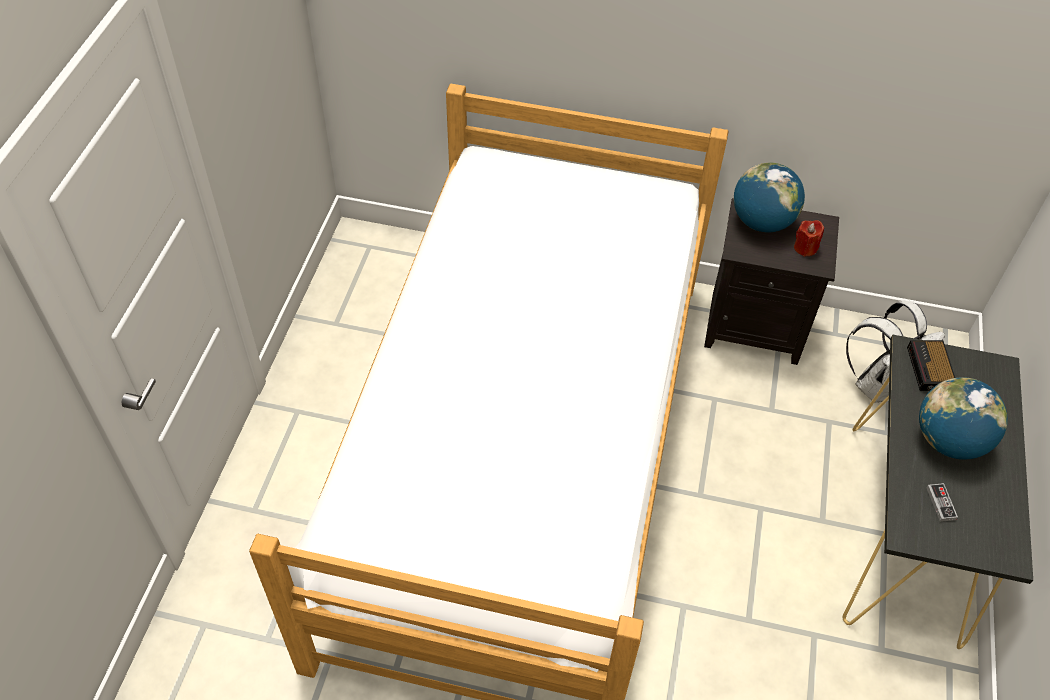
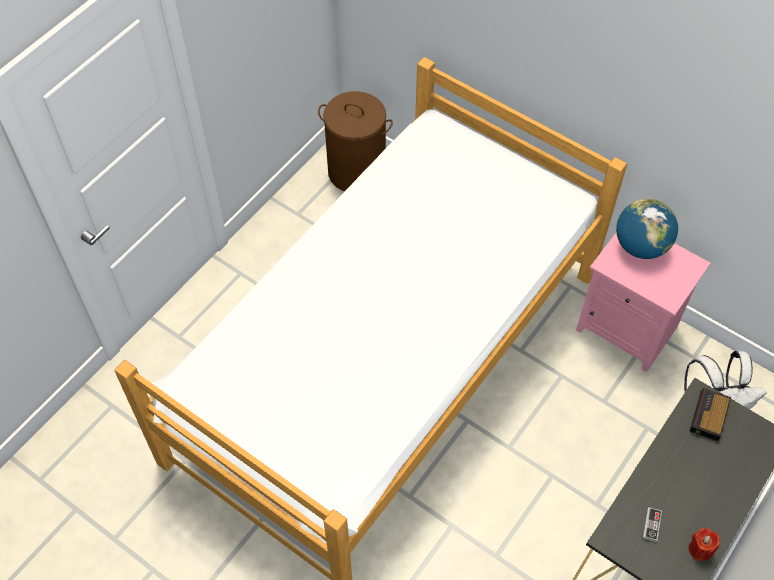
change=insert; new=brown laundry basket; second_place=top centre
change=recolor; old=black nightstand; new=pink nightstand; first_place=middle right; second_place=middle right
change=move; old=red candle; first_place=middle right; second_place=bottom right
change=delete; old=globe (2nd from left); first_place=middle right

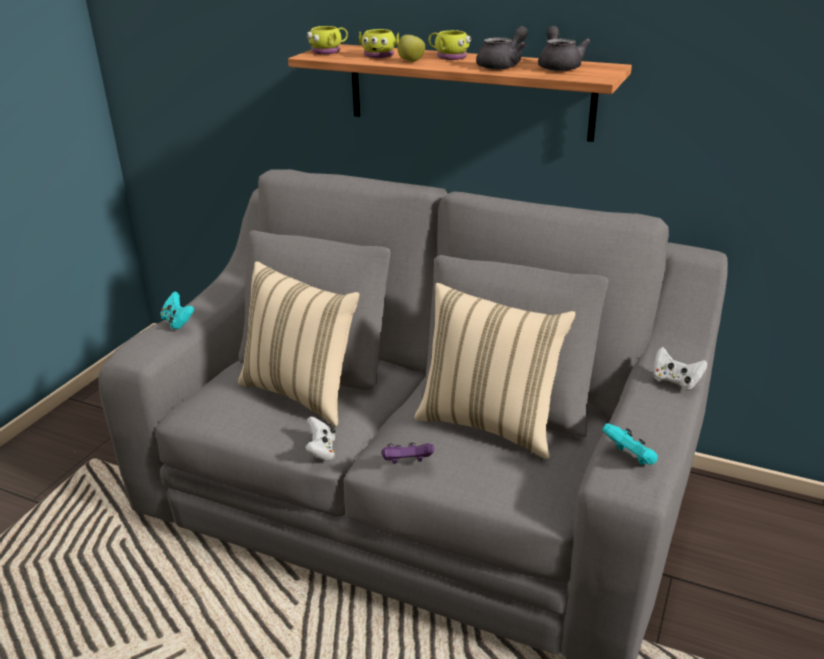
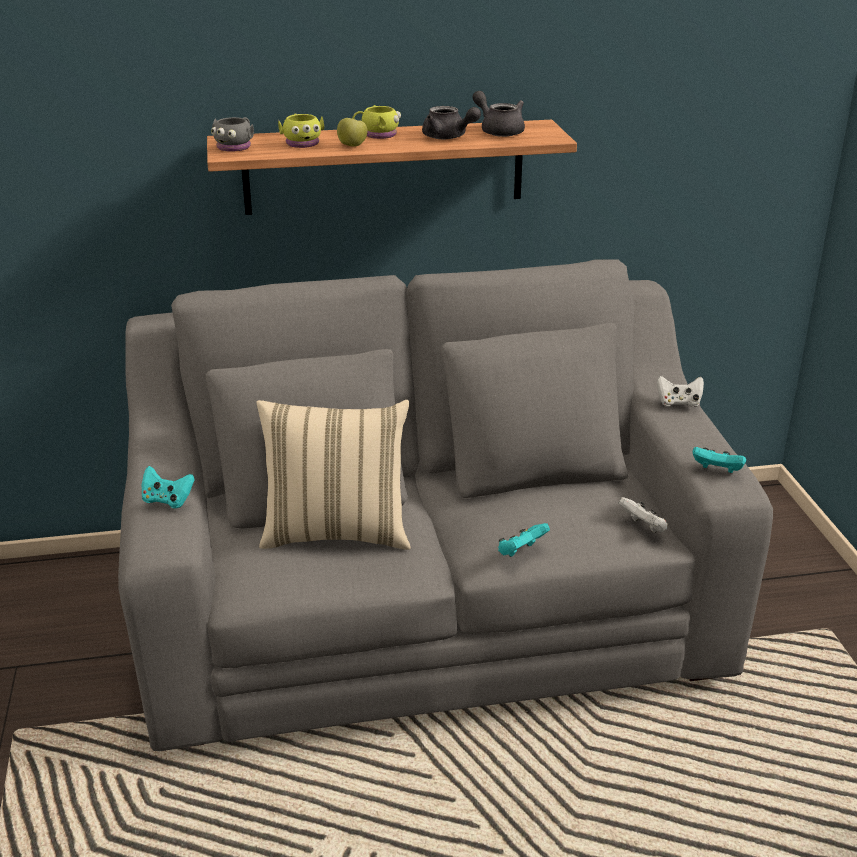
change=recolor; old=yellow mug (1st from left); new=grey mug; first_place=top centre; second_place=top left
change=rotate; old=grey teapot (1st from left); first_place=top centre; second_place=top centre; degrees=120
change=recolor; old=purple game controller; new=turquoise game controller (2nd from left); first_place=bottom centre; second_place=centre
change=move; old=white game controller (1st from left); first_place=centre; second_place=middle right
change=delete; old=beige pillow (2nd from left); first_place=centre

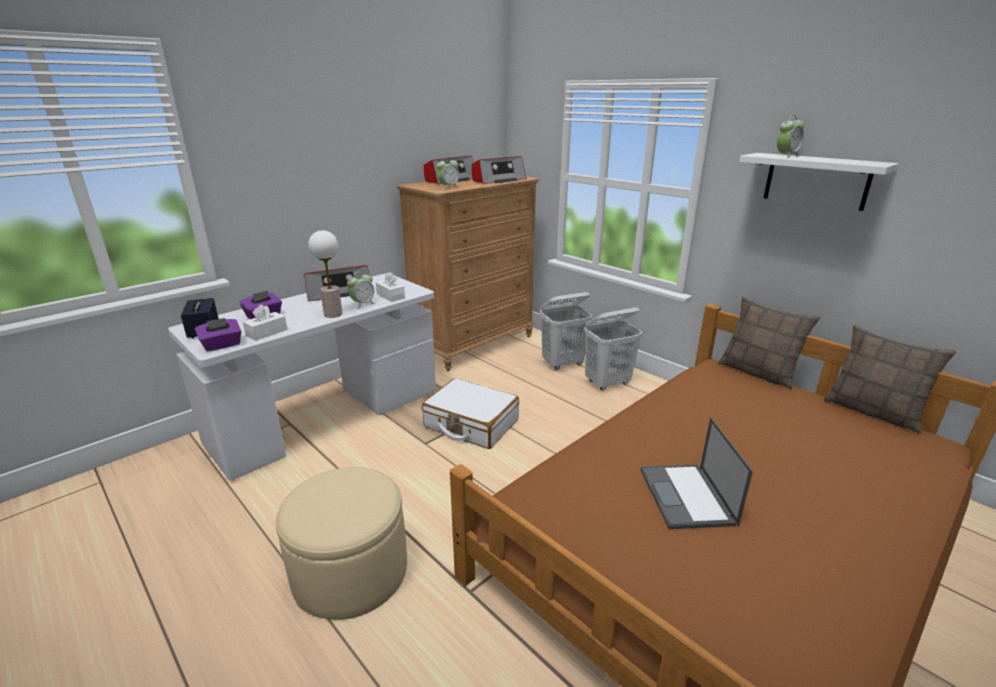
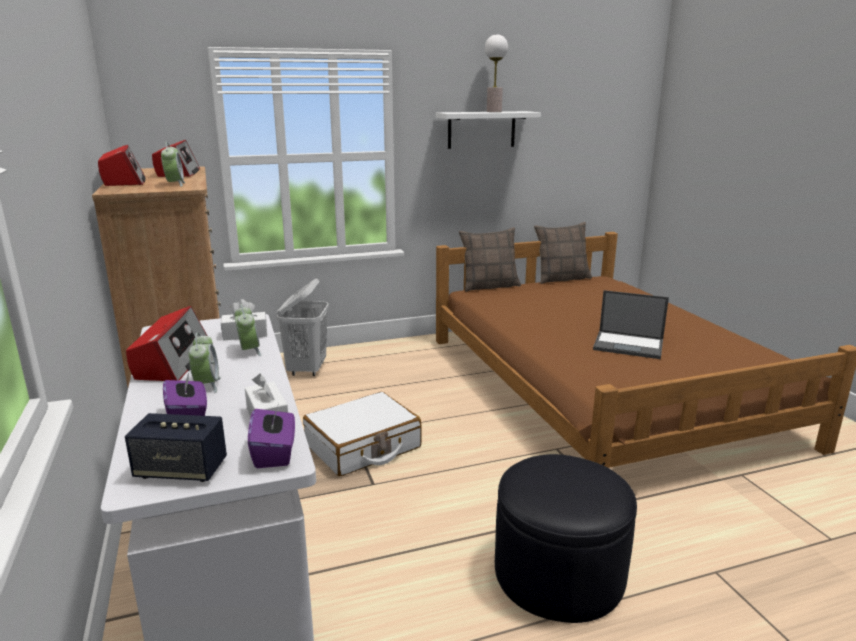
change=move; old=alarm clock (3rd from left in the first image); new=alarm clock (2nd from left); first_place=top right; second_place=middle left
change=move; old=table lamp; first_place=middle left; second_place=top centre
change=recolor; old=beige ottoman; new=black ottoman; first_place=bottom centre; second_place=bottom centre
change=delete; old=white laundry basket (2nd from left); first_place=centre

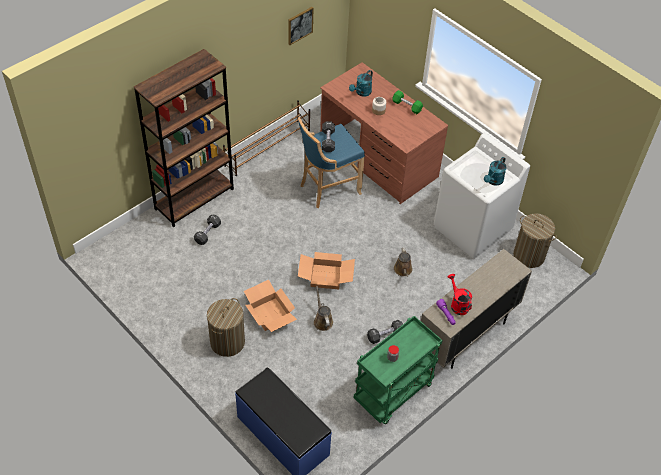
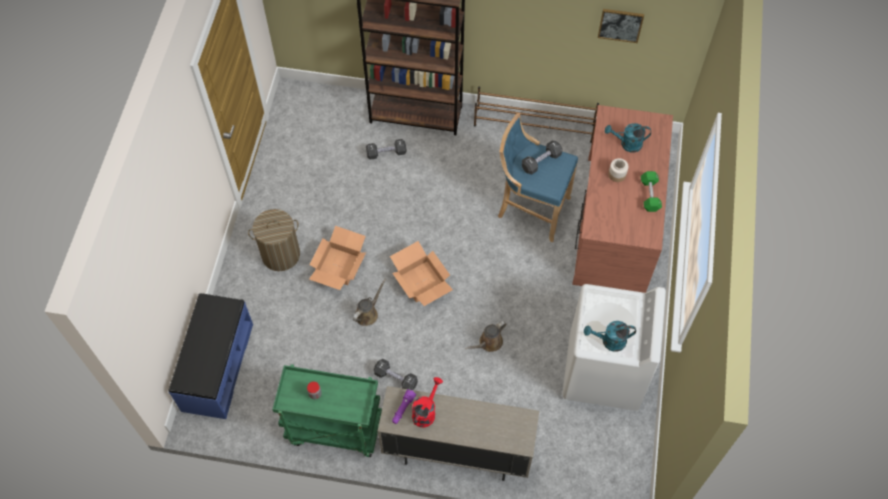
change=delete; old=laundry basket (2nd from left); first_place=middle right

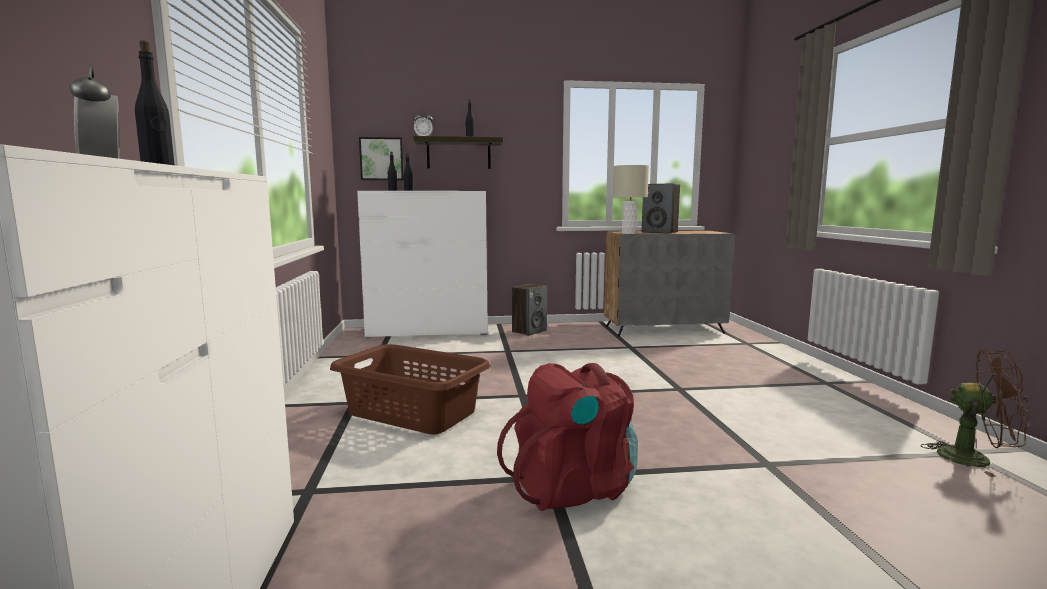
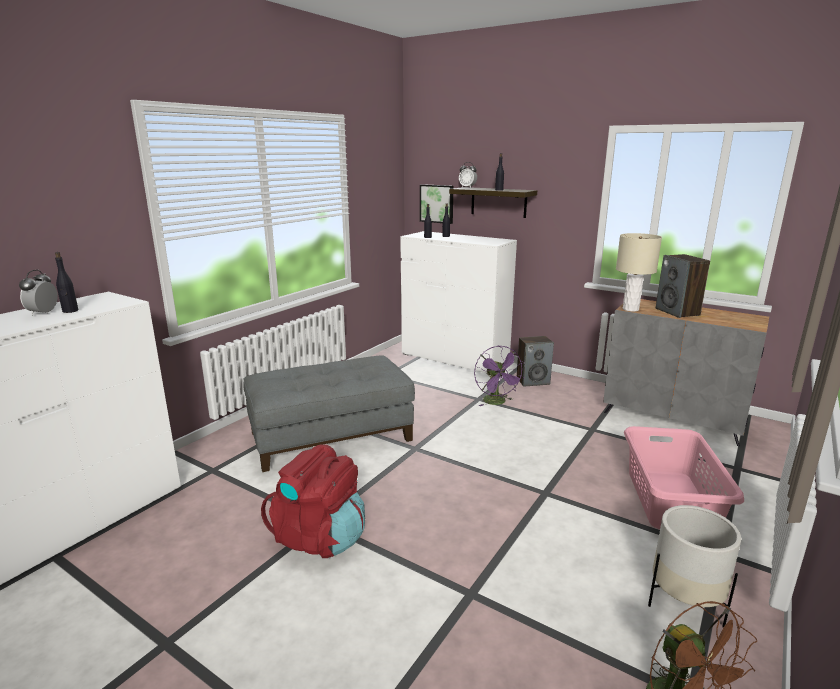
change=replace; old=brown laundry basket; new=grey ottoman; first_place=centre; second_place=centre
change=insert; new=purple fan; second_place=centre
change=insert; new=pink laundry basket; second_place=bottom right
change=insert; new=white planter; second_place=bottom right

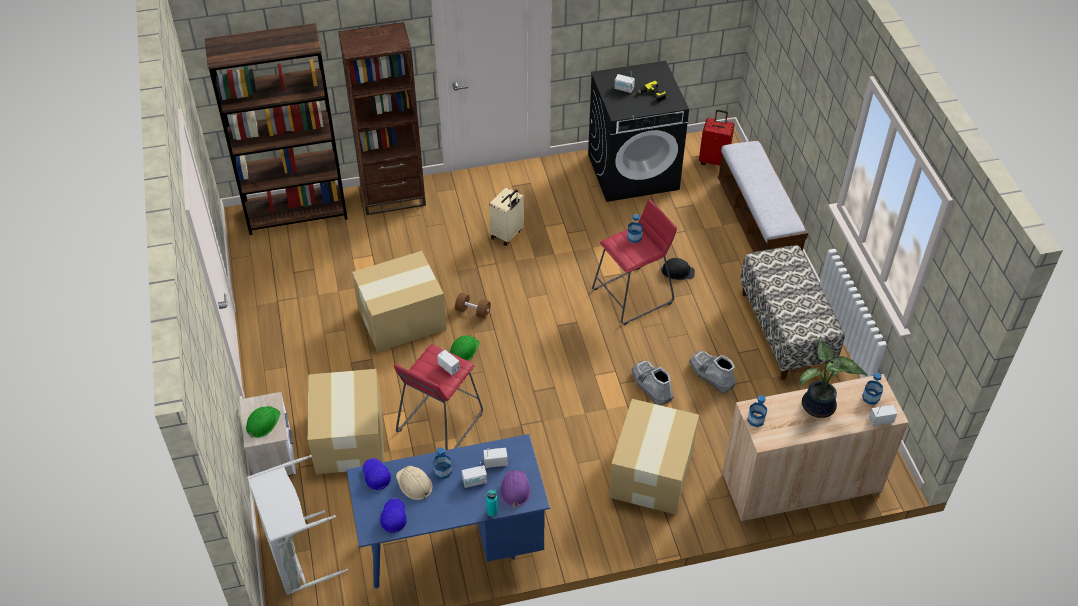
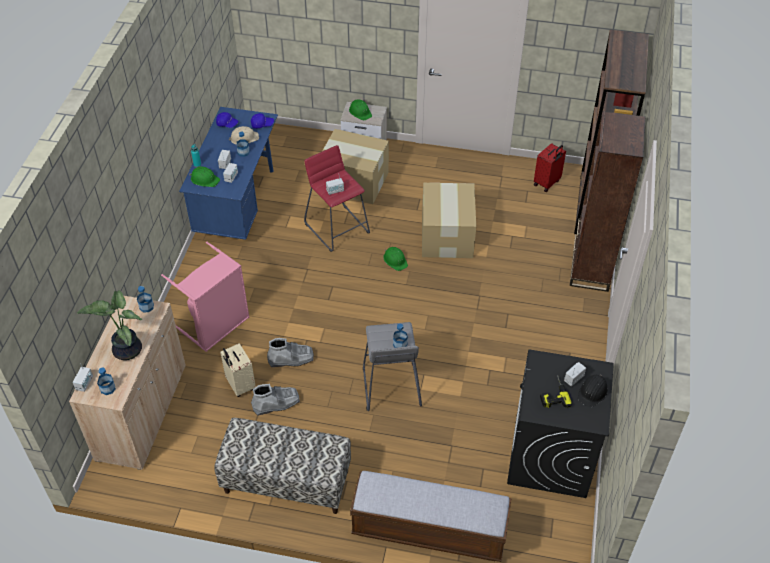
change=replace; old=cardboard box (3rd from left); new=pink laundry basket; first_place=bottom centre; second_place=middle left
change=recolor; old=purple hard hat; new=green hard hat (1st from left); first_place=bottom centre; second_place=top left
change=move; old=beige suitcase; first_place=centre; second_place=middle left
change=recolor; old=red stool (2nd from left); new=grey stool; first_place=centre; second_place=centre
change=move; old=red suitcase; first_place=top centre; second_place=top right
change=move; old=black hard hat; first_place=centre; second_place=bottom right
change=delete; old=grey laundry basket; first_place=bottom left
change=delete; old=brown dumbbell; first_place=centre

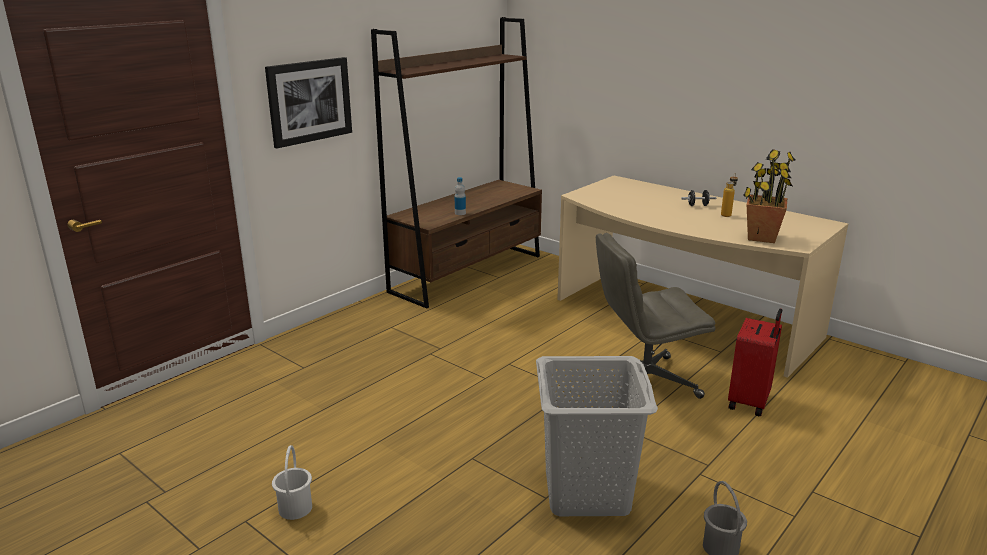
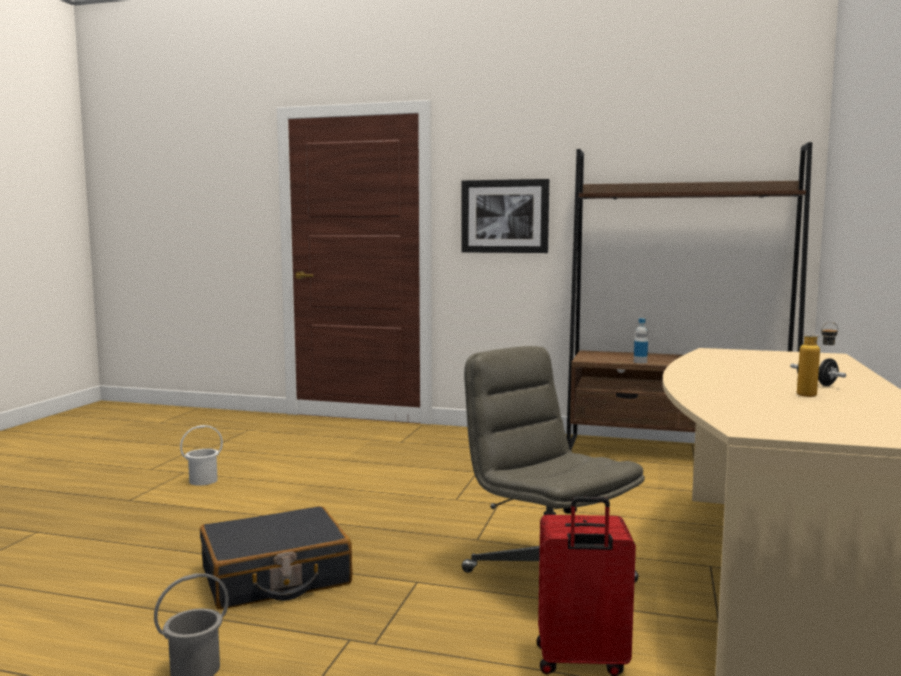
change=replace; old=grey laundry basket; new=black suitcase; first_place=bottom centre; second_place=bottom left
change=delete; old=potted plant; first_place=middle right

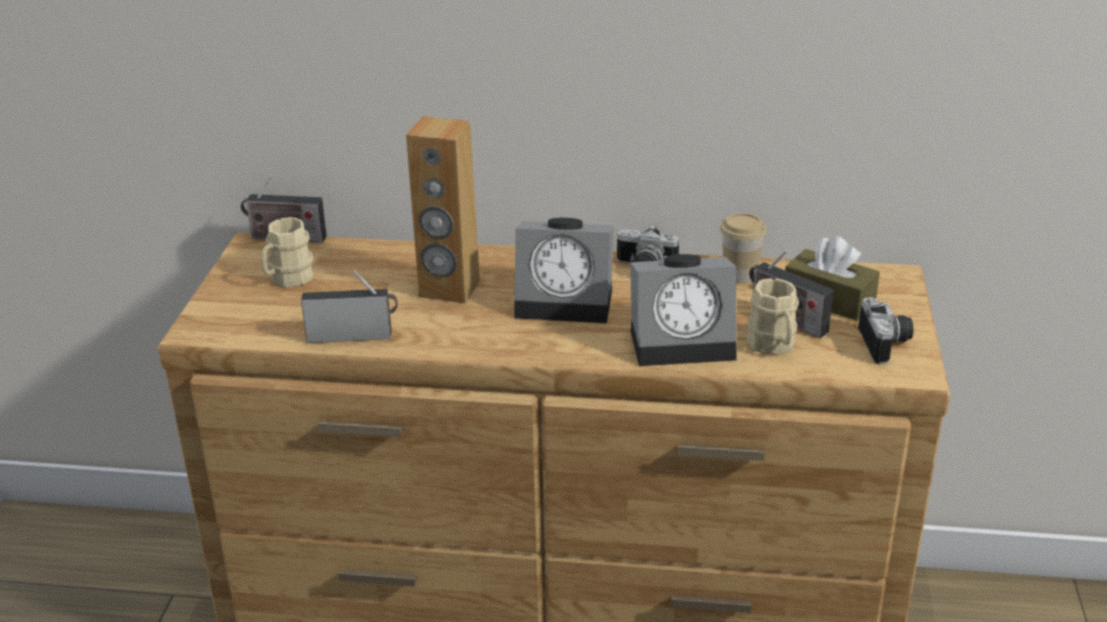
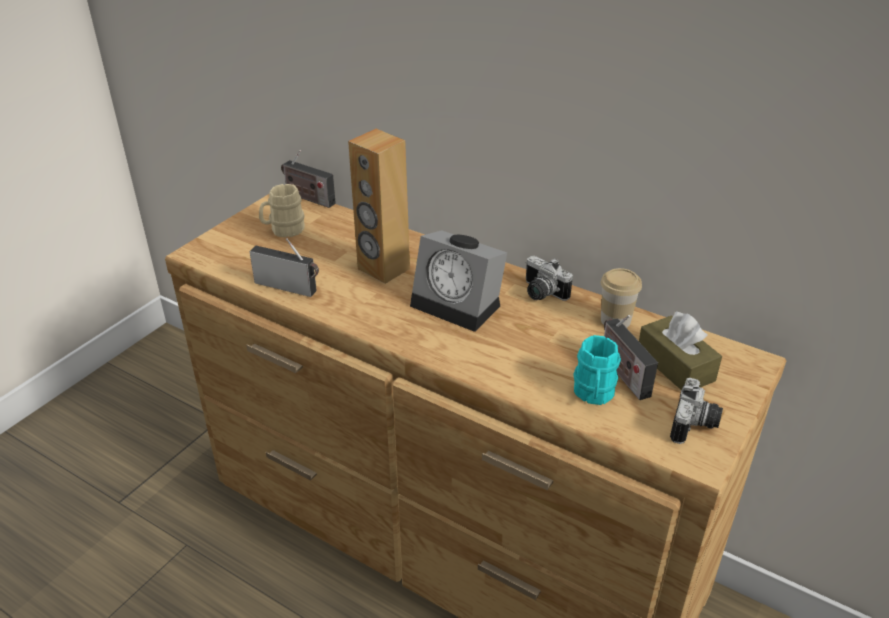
change=recolor; old=beige mug (2nd from left); new=turquoise mug; first_place=middle right; second_place=middle right
change=delete; old=alarm clock (2nd from left); first_place=centre

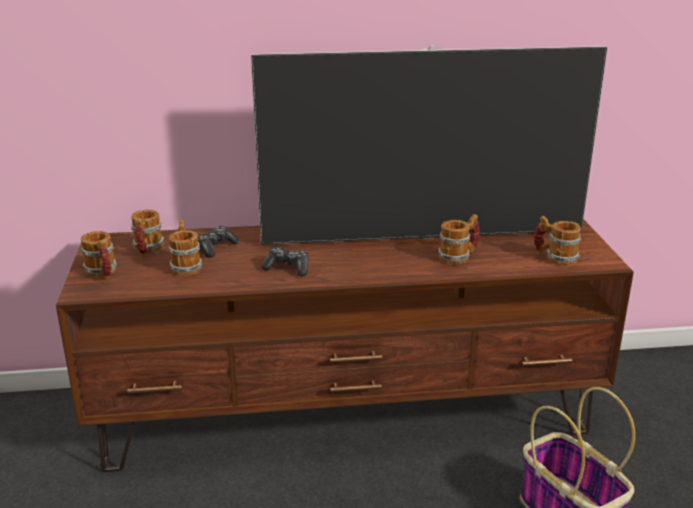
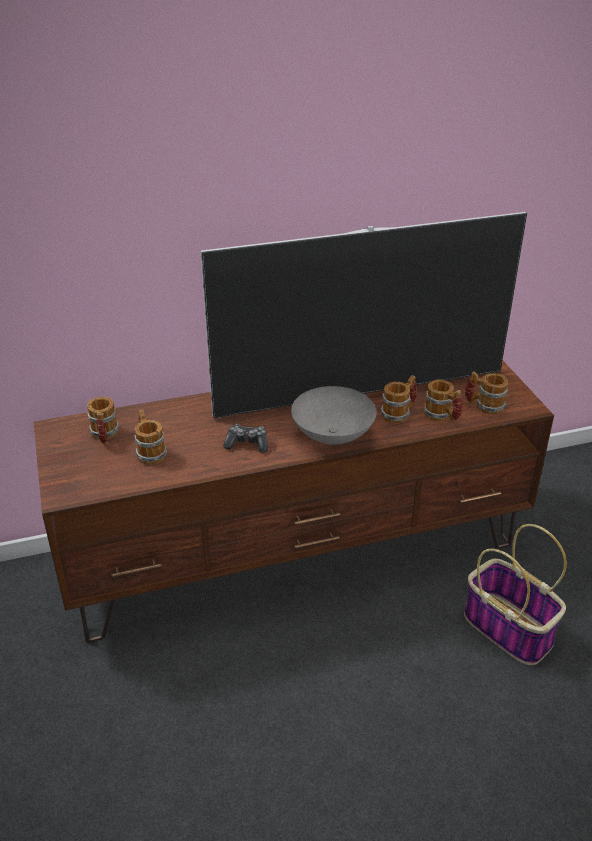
change=insert; new=grey bowl; second_place=centre
change=move; old=mug (1st from left in the first image); new=mug (4th from left); first_place=middle left; second_place=middle right
change=delete; old=game controller (1st from left); first_place=middle left

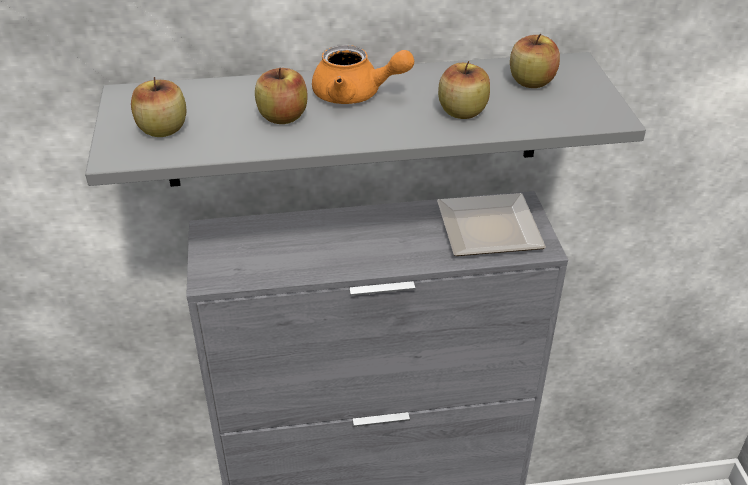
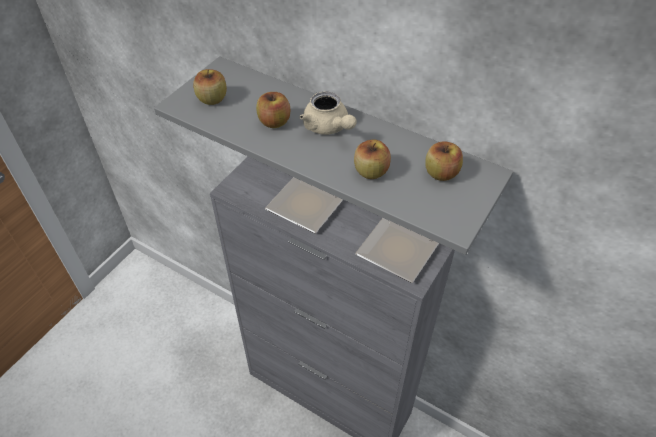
change=insert; new=plate (1st from left); second_place=centre
change=recolor; old=orange teapot; new=beige teapot; first_place=top centre; second_place=top centre

